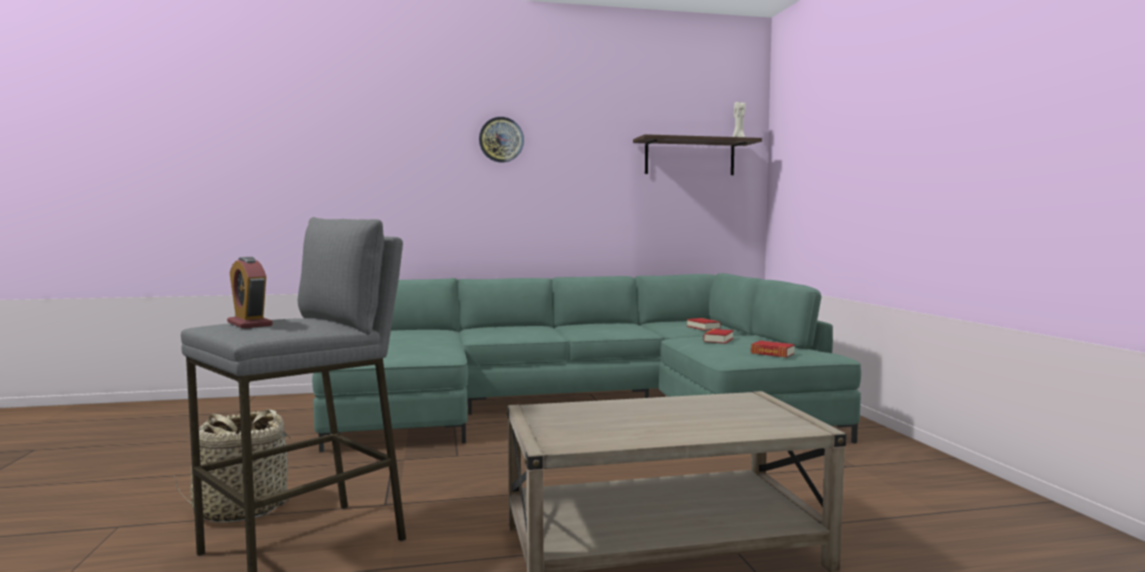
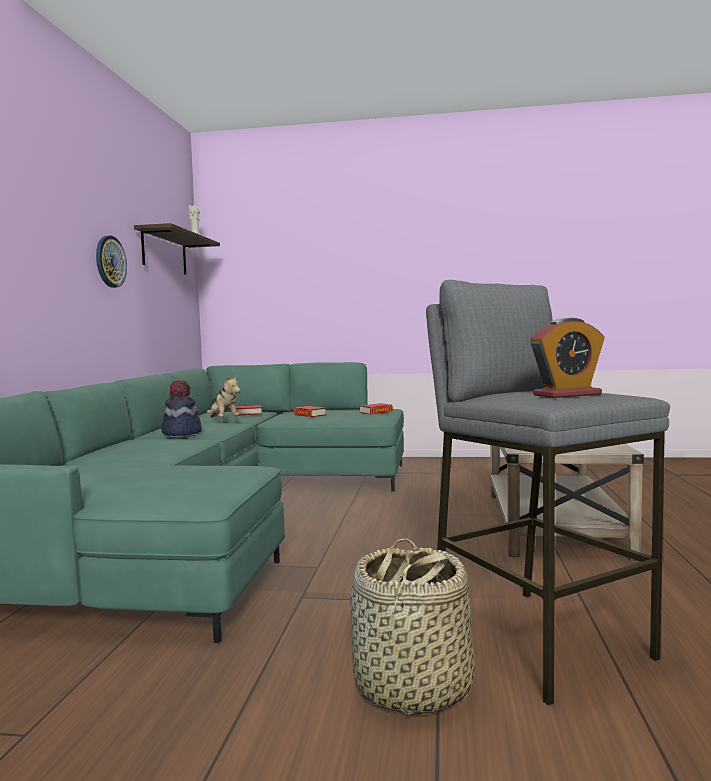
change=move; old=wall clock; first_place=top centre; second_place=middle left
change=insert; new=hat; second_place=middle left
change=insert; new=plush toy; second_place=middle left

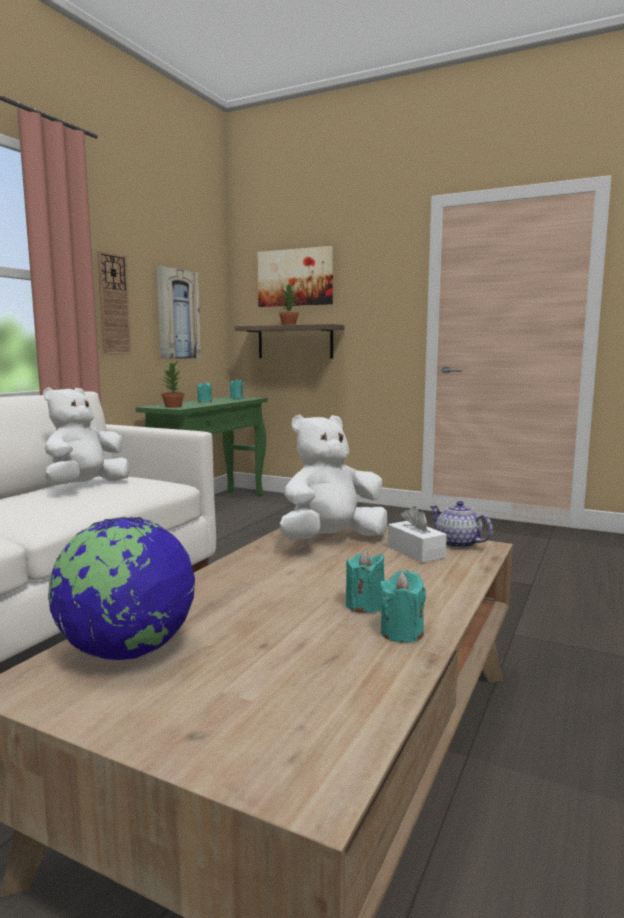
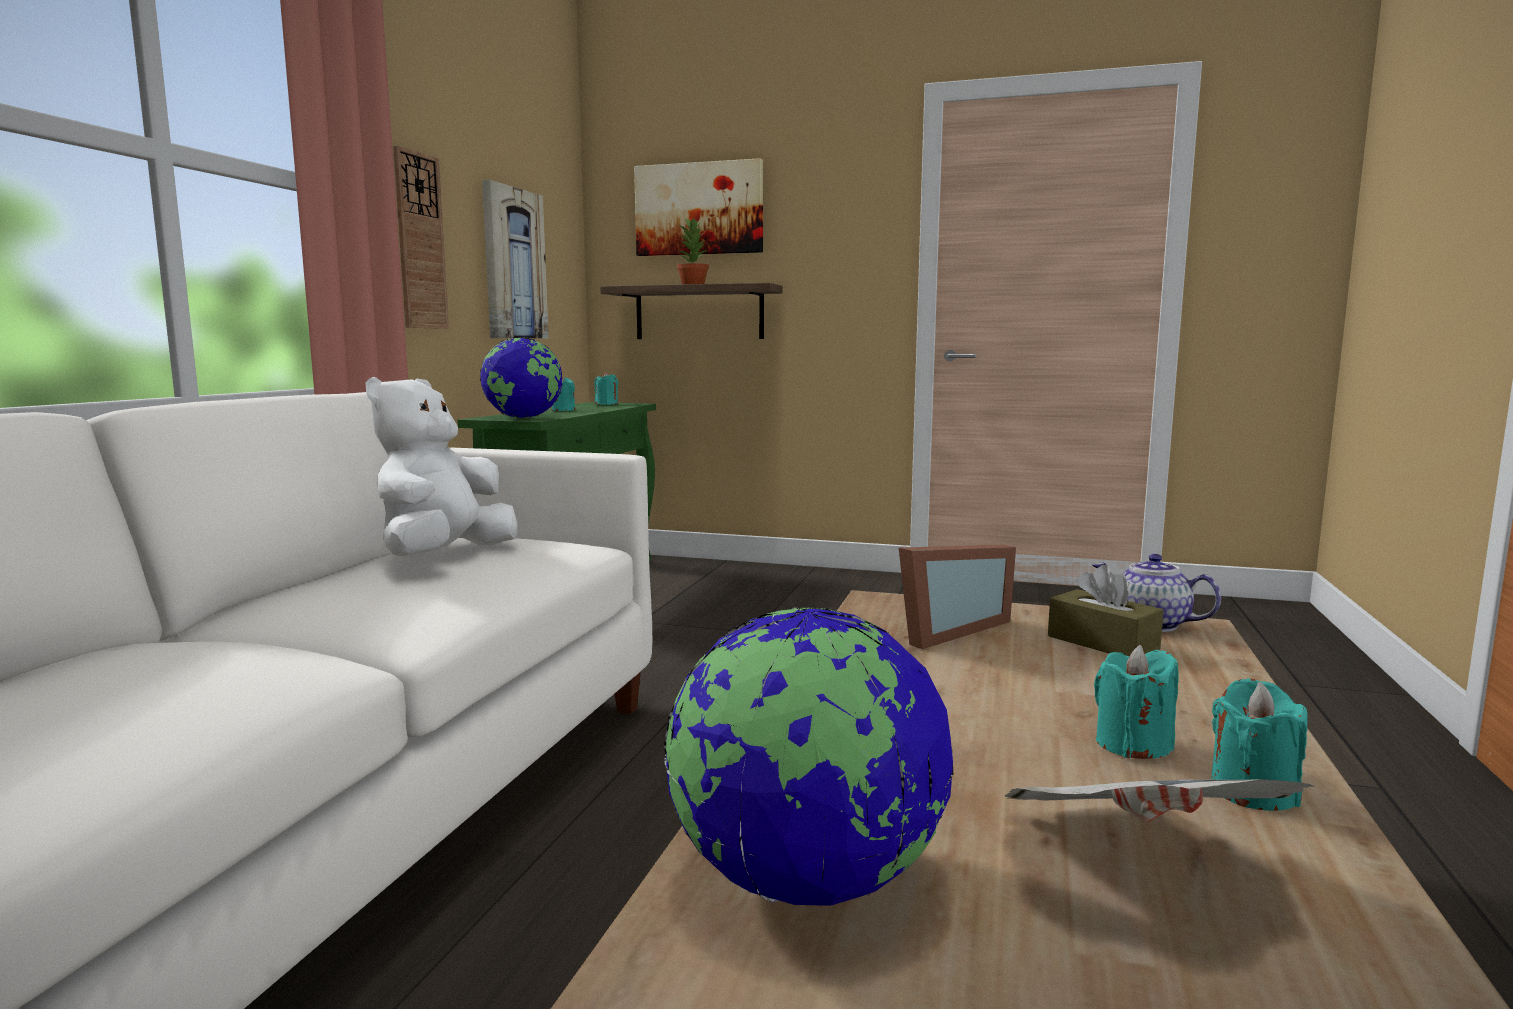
change=replace; old=potted plant (1st from left); new=globe (1st from left); first_place=middle left; second_place=centre
change=replace; old=white plush toy (2nd from left); new=picture frame; first_place=centre; second_place=centre
change=insert; new=newspaper; second_place=bottom right
change=recolor; old=white tissue box; new=brown tissue box; first_place=middle right; second_place=middle right

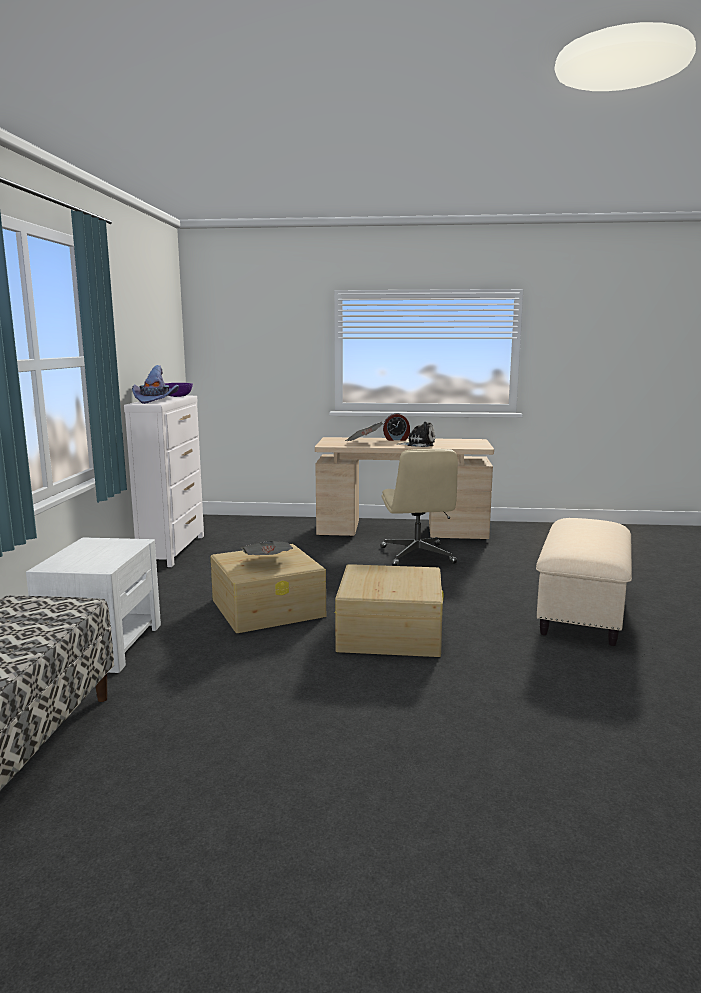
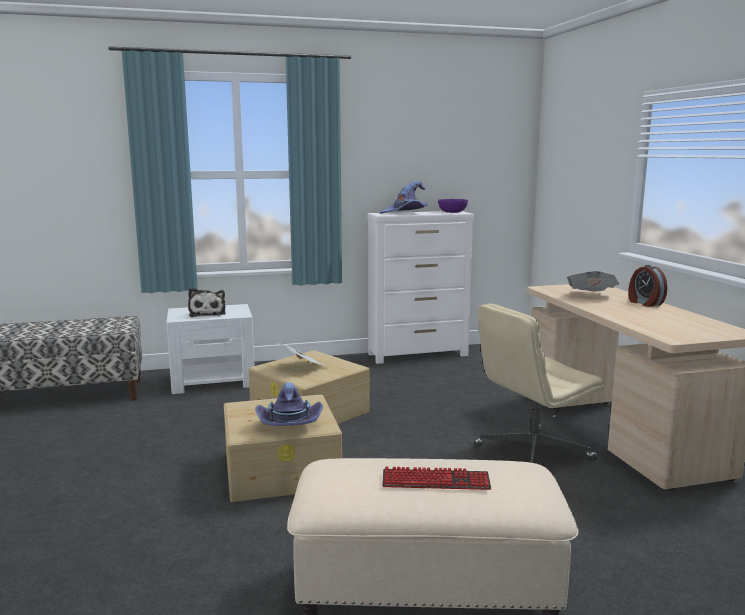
change=move; old=plush toy; first_place=centre; second_place=middle left
change=insert; new=purple hat (1st from left); second_place=centre
change=insert; new=keyboard; second_place=bottom centre

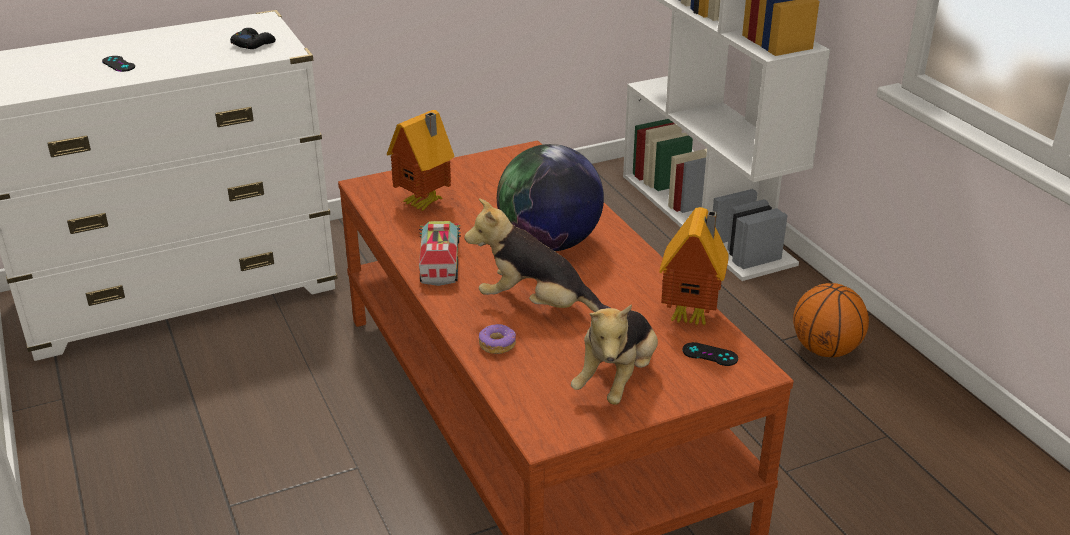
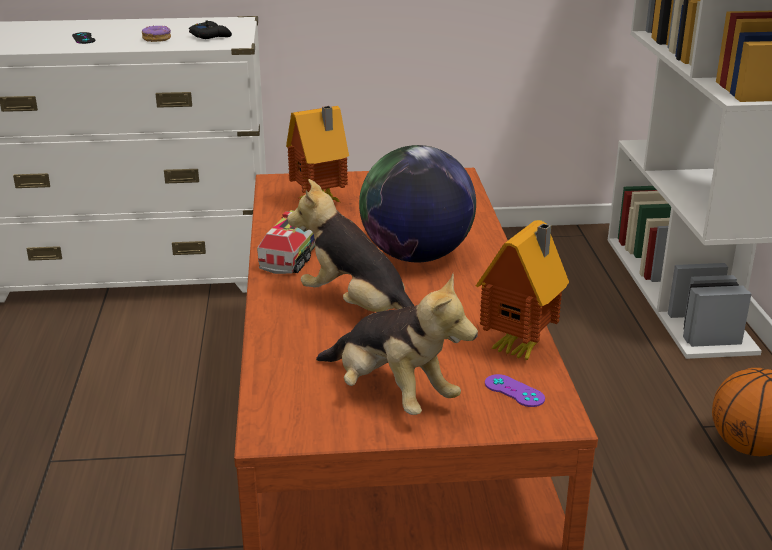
change=move; old=donut; first_place=centre; second_place=top left
change=rotate; old=plush toy (2nd from left); first_place=centre; second_place=centre; degrees=-90
change=recolor; old=black game controller (3rd from left); new=purple game controller; first_place=centre; second_place=bottom right

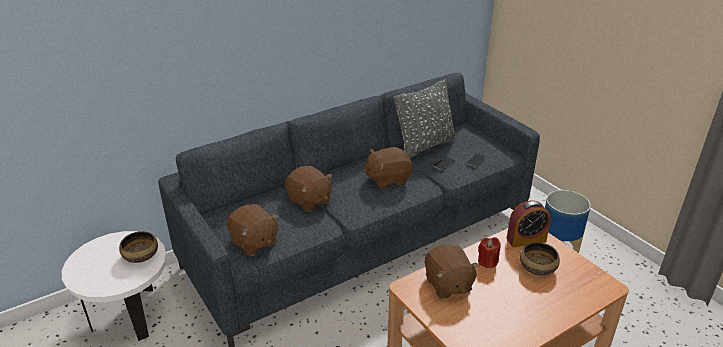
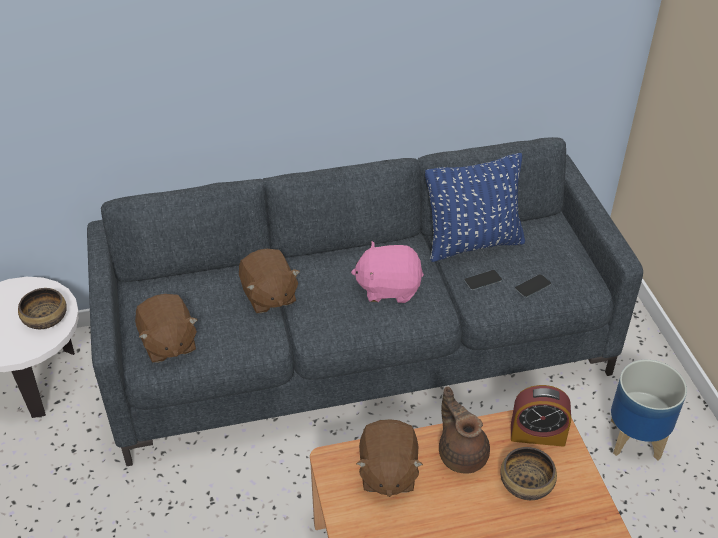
change=recolor; old=brown plush toy (3rd from left); new=pink plush toy; first_place=centre; second_place=centre
change=recolor; old=grey pillow; new=blue pillow; first_place=centre; second_place=centre
change=replace; old=red candle; new=brown teapot; first_place=bottom right; second_place=bottom centre

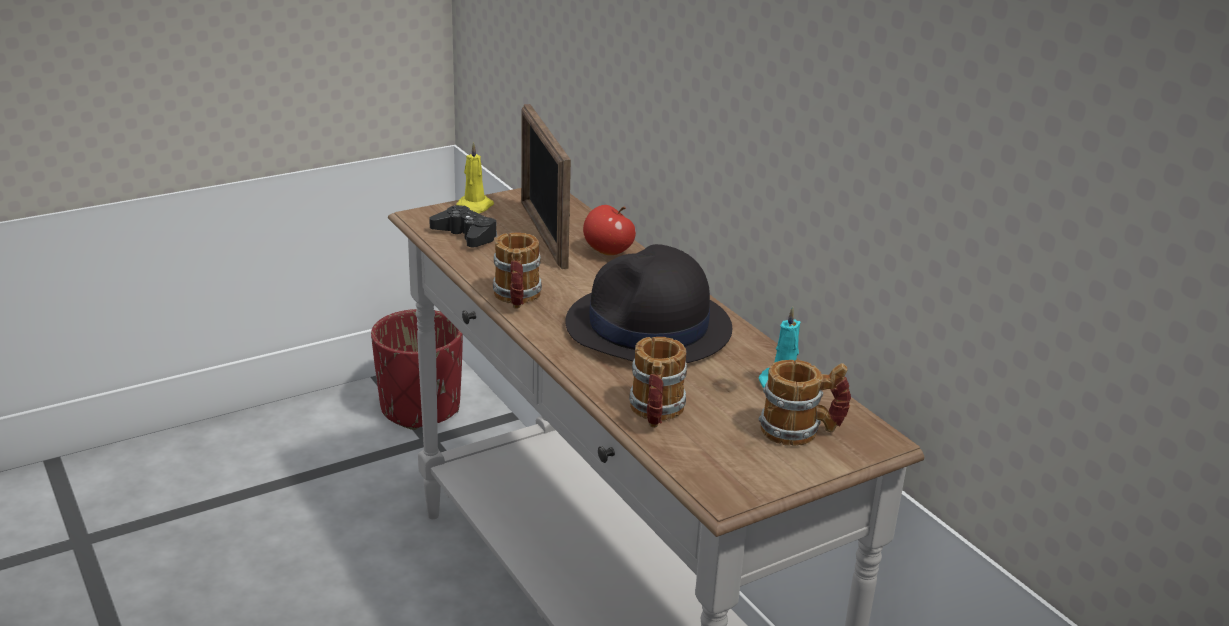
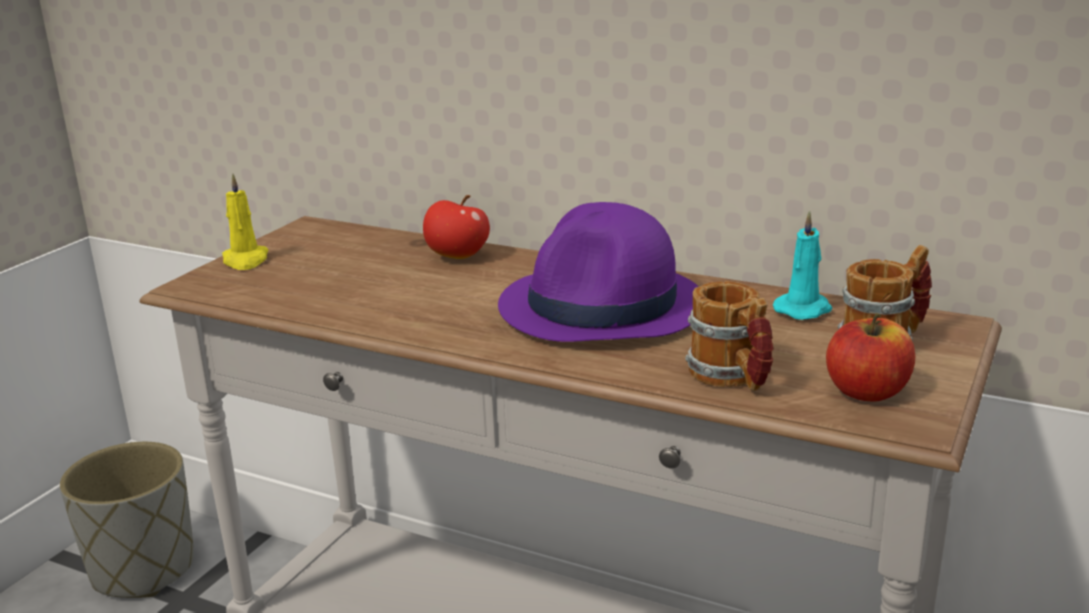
change=recolor; old=red planter; new=grey planter; first_place=centre; second_place=bottom left
change=recolor; old=black hat; new=purple hat; first_place=centre; second_place=centre
change=insert; new=apple (2nd from left); second_place=middle right
change=delete; old=black game controller; first_place=centre
change=delete; old=mug (1st from left); first_place=centre
change=delete; old=picture frame; first_place=top centre

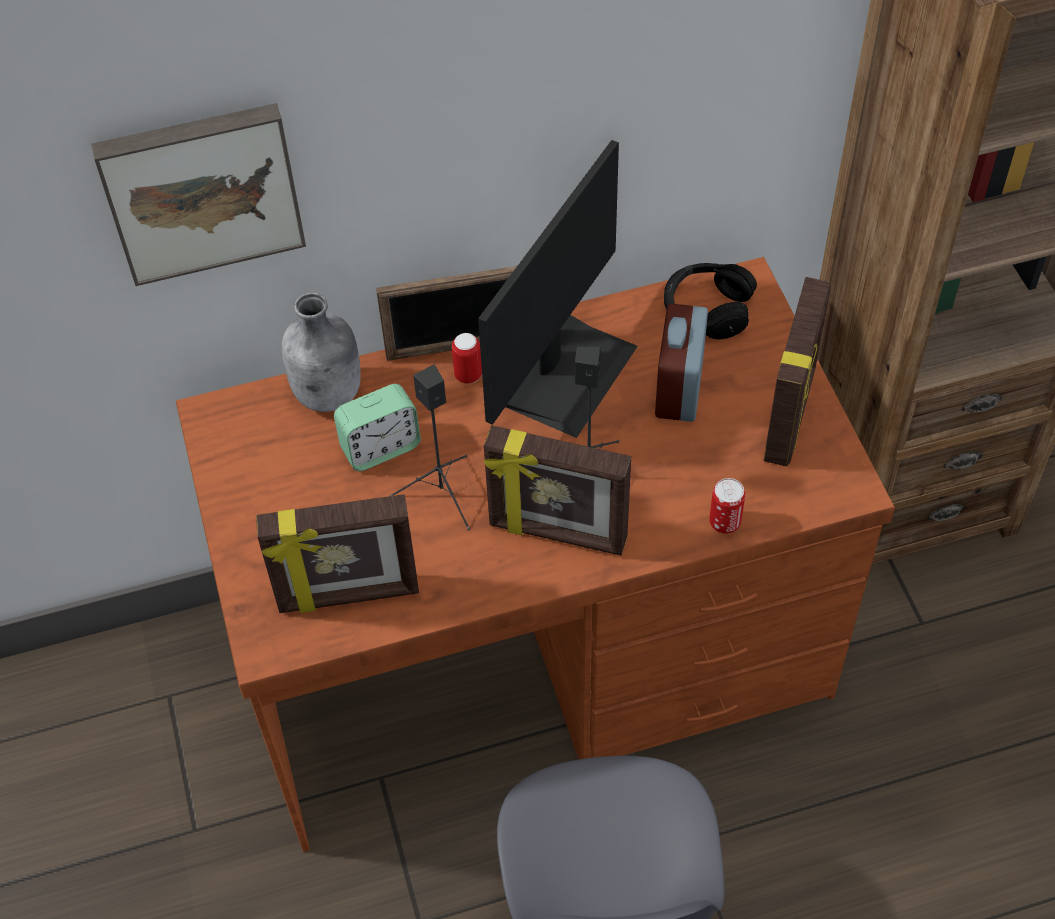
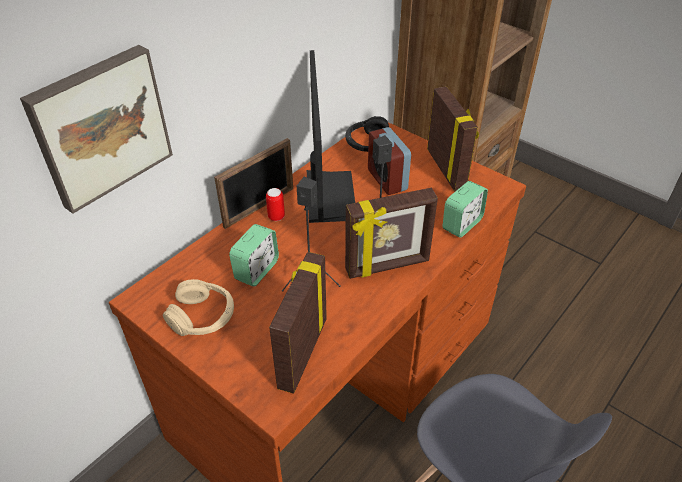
change=insert; new=beige headphones; second_place=middle left
change=rotate; old=picture frame (1st from left in the first image); first_place=middle left; second_place=bottom centre; degrees=150
change=replace; old=can (2nd from left); new=alarm clock (3rd from left); first_place=middle right; second_place=middle right
change=delete; old=grey bottle; first_place=middle left

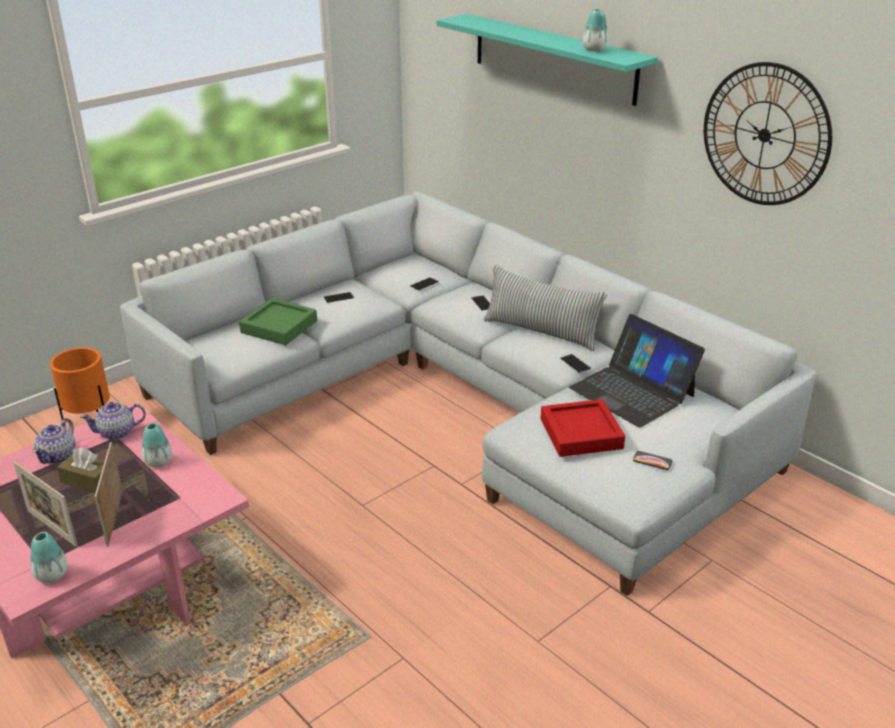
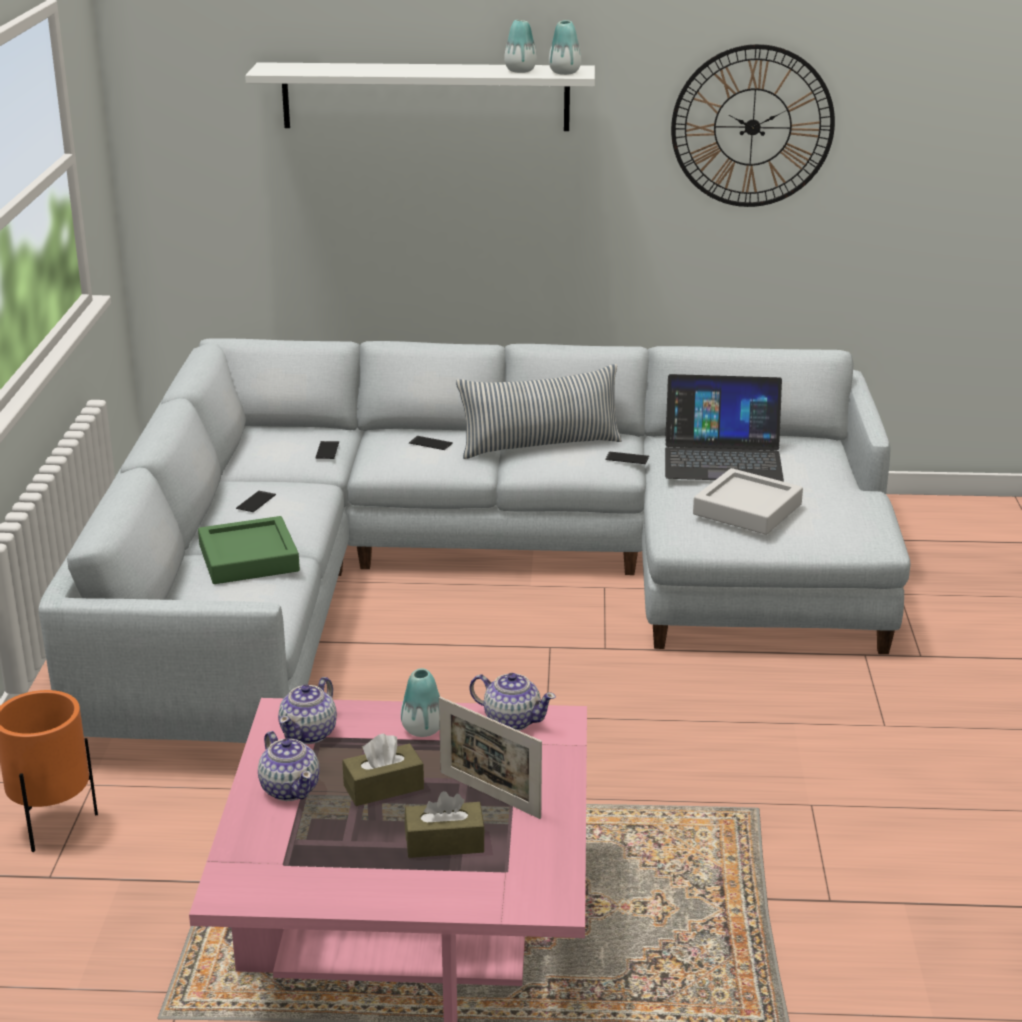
change=recolor; old=turquoise shelf; new=white shelf; first_place=top centre; second_place=top centre
change=replace; old=picture frame (1st from left); new=brown tissue box (2nd from left); first_place=bottom left; second_place=bottom centre
change=insert; new=teapot (3rd from left); second_place=bottom centre
change=move; old=vase (1st from left in the first image); new=vase (3rd from left); first_place=bottom left; second_place=top centre
change=recolor; old=red tray; new=grey tray; first_place=centre; second_place=middle right
change=delete; old=phone (5th from left); first_place=middle right

